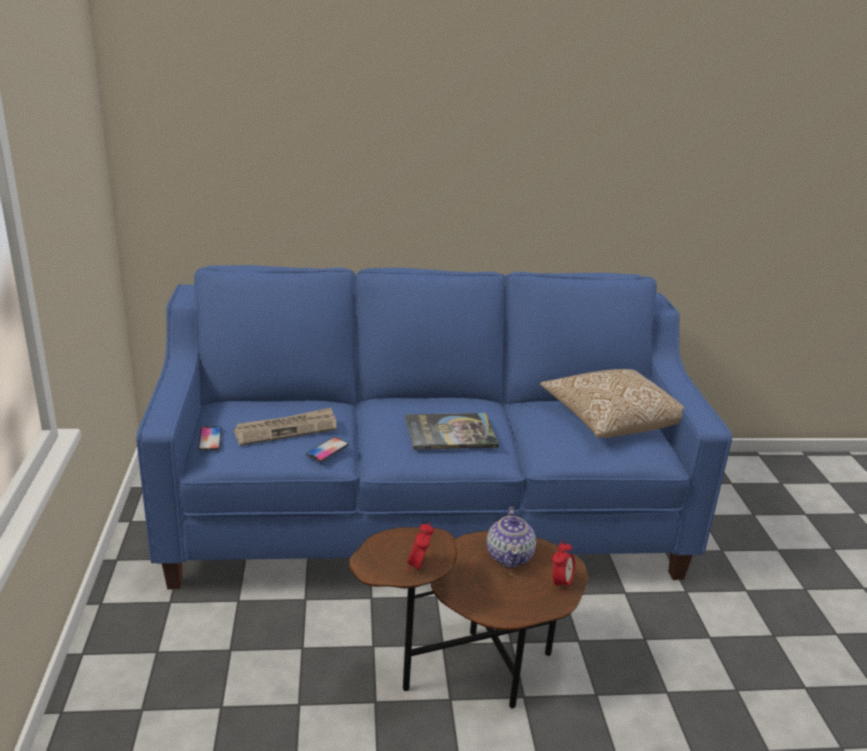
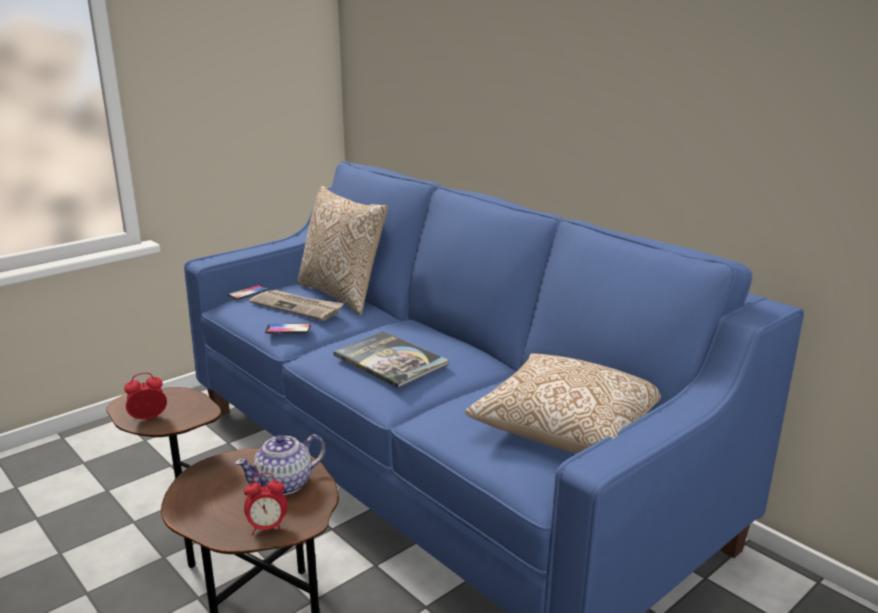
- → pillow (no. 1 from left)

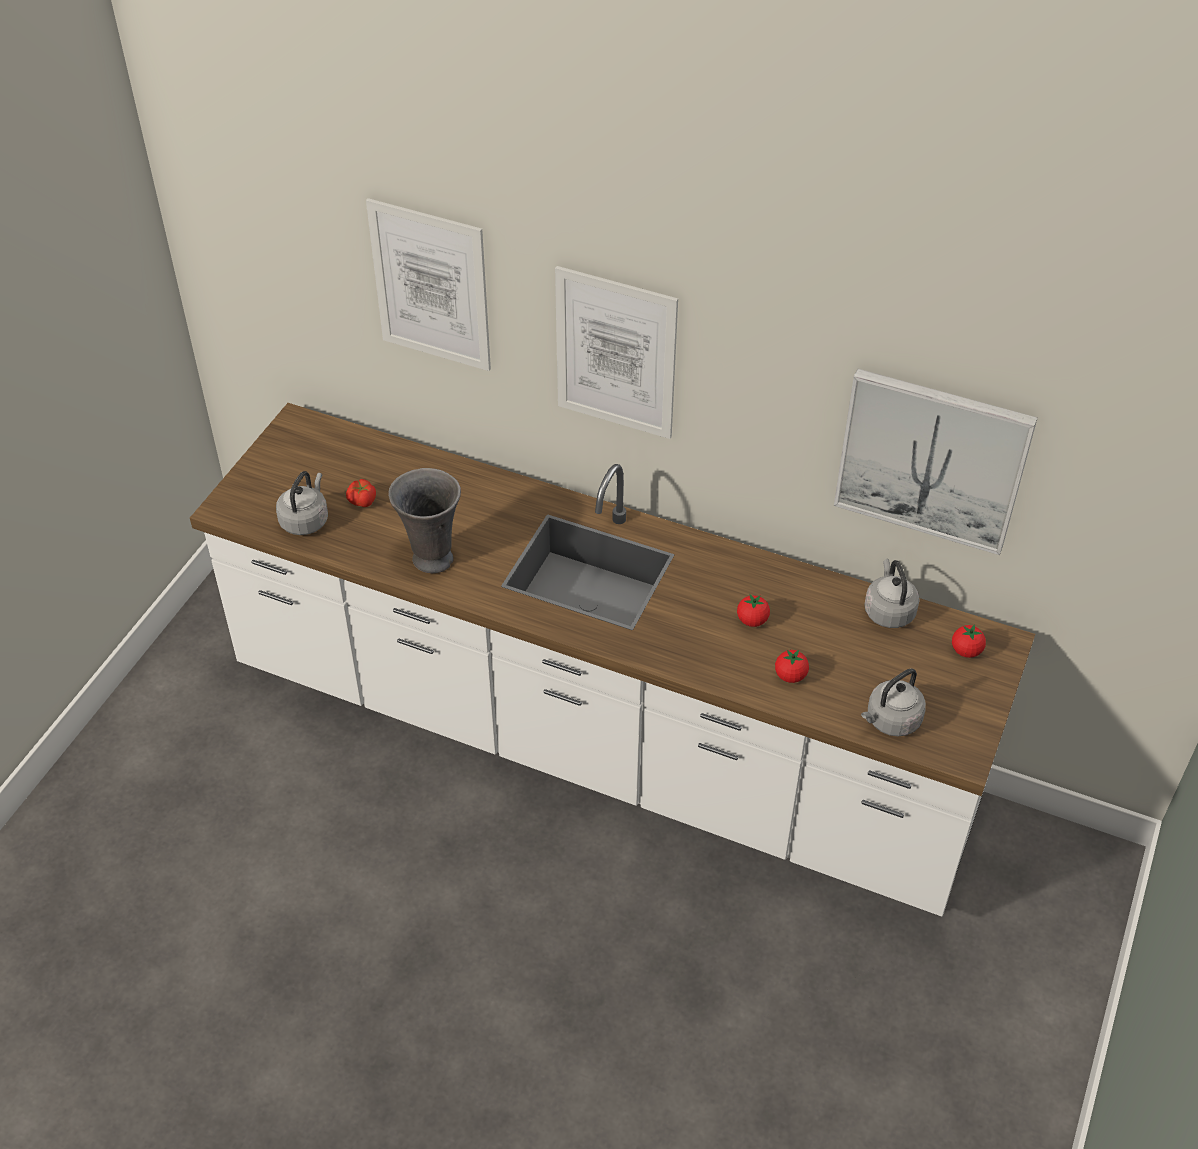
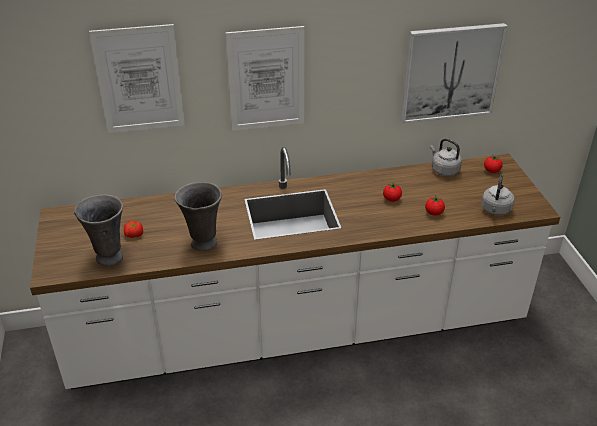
grey kettle (no. 1 from left) → grey vase (no. 1 from left)

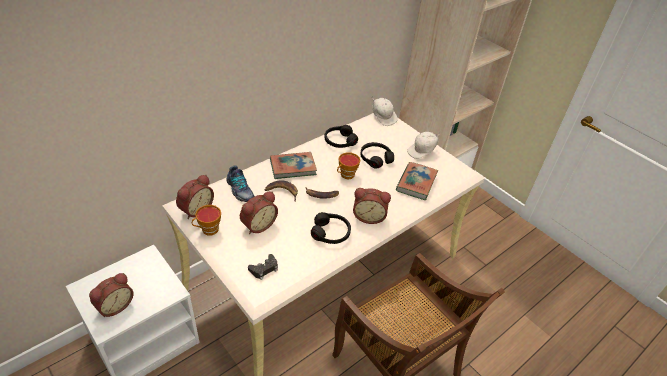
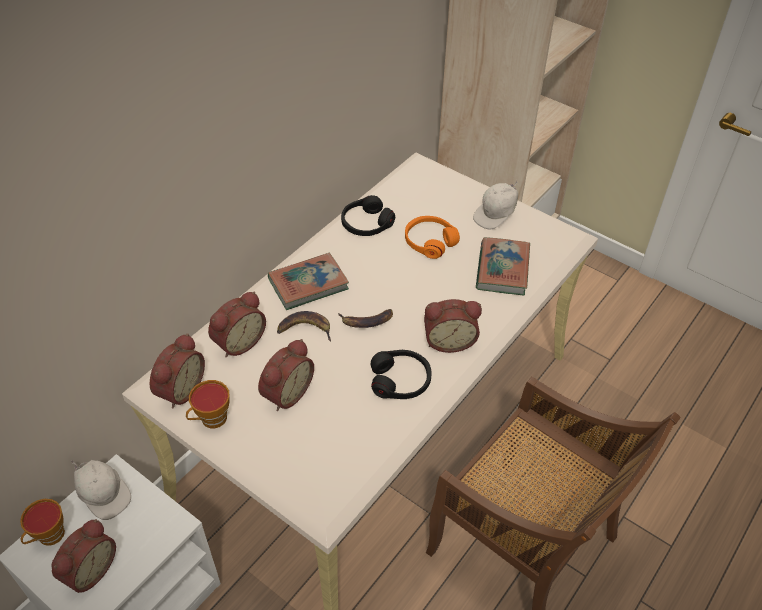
shoe → alarm clock (no. 3 from left)
black game controller → -
cup (no. 2 from left in the first image) → cup (no. 1 from left), shifted
black headphones (no. 3 from left) → orange headphones
white cap (no. 1 from left), shifted

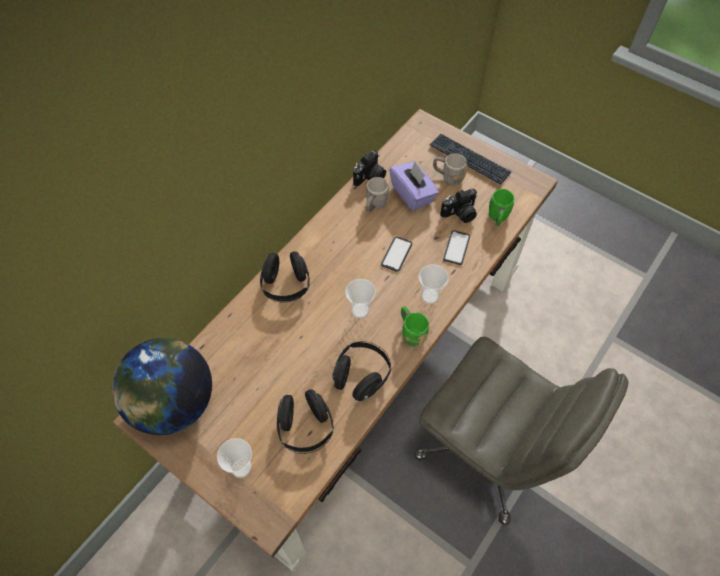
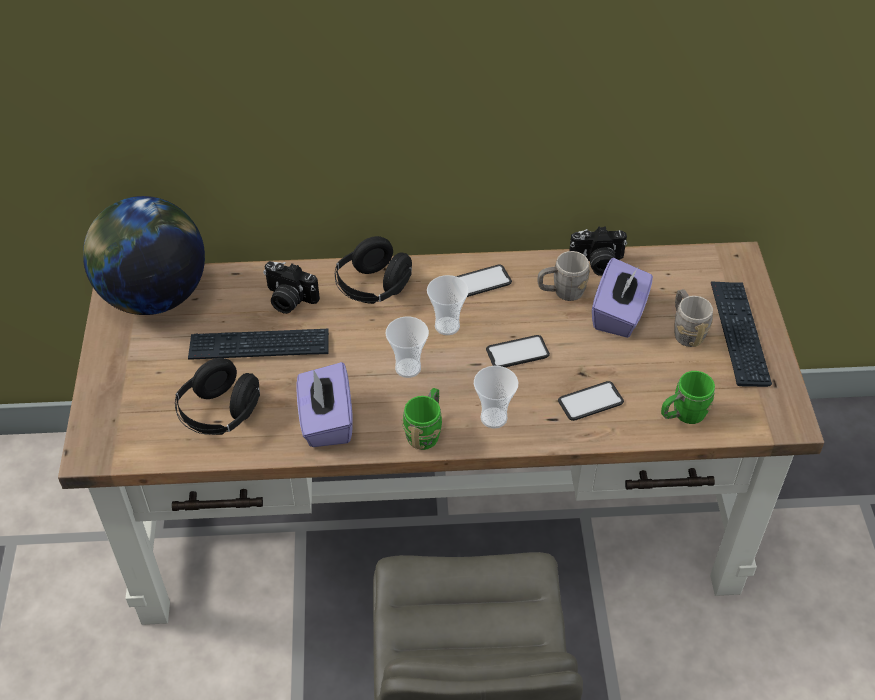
cup (no. 1 from left in the first image) → cup (no. 2 from left), shifted
black headphones (no. 3 from left) → purple tissue box (no. 1 from left)
photo camera (no. 2 from left in the first image) → photo camera (no. 1 from left), shifted
- → keyboard (no. 1 from left)
- → phone (no. 1 from left)

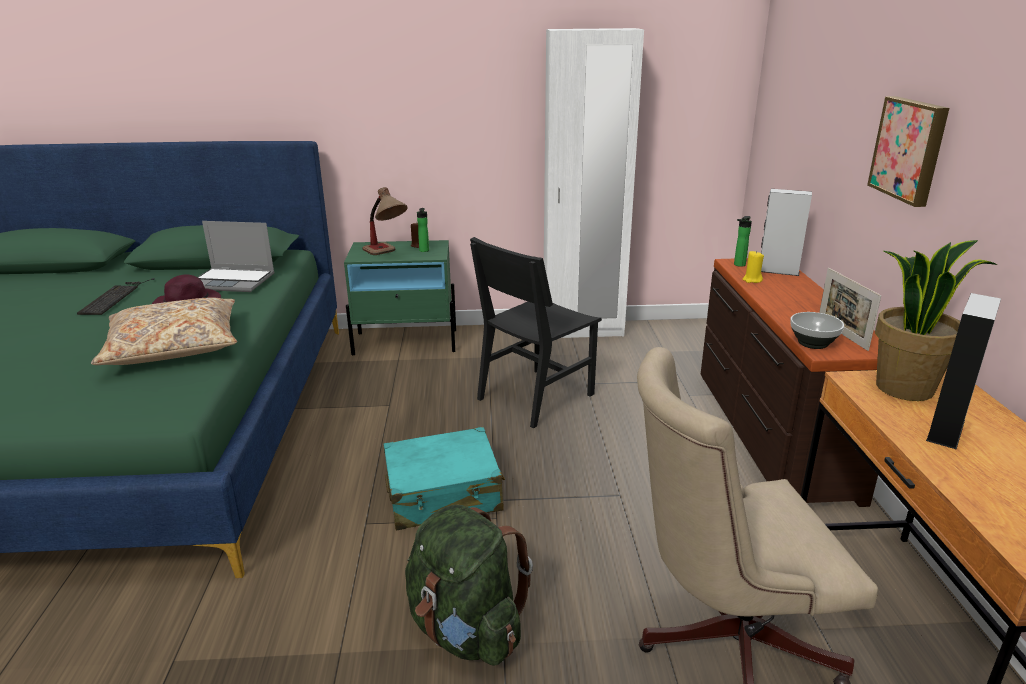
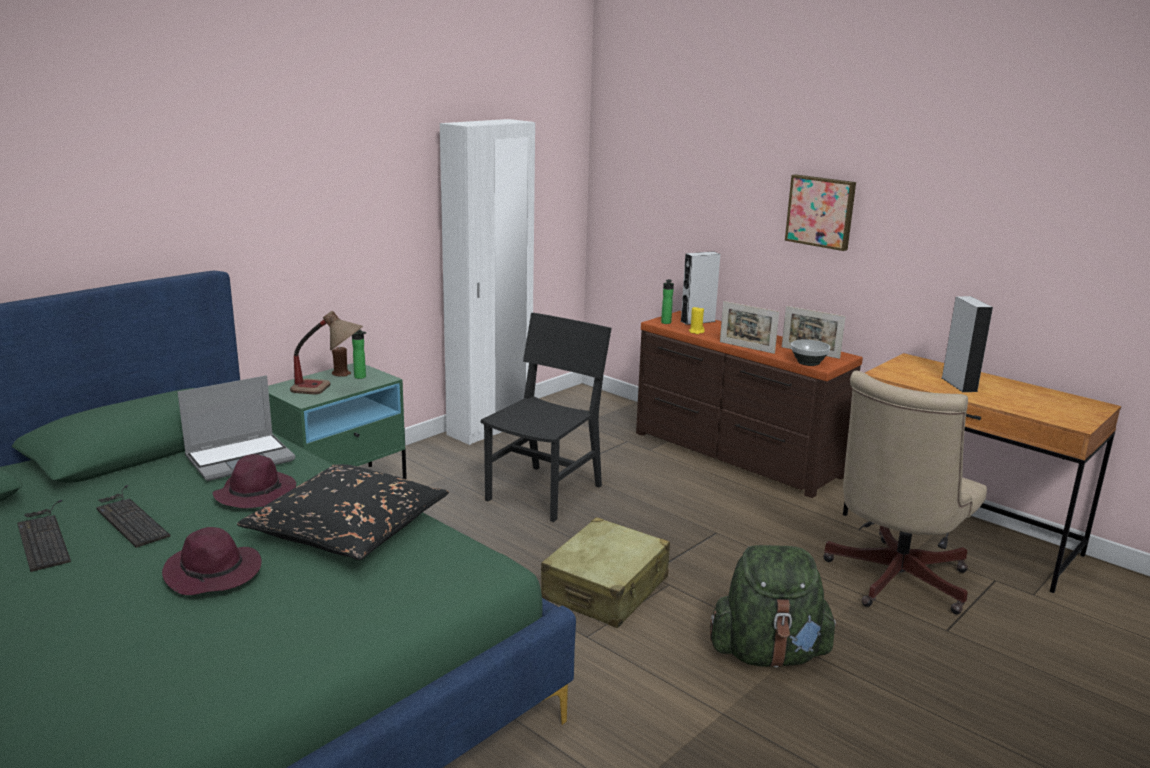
beige pillow → black pillow
turquoise suitcase → beige suitcase
black chair, 150 degrees counterclockwise
potted plant → -
- → keyboard (no. 1 from left)
- → purple hat (no. 1 from left)
- → picture frame (no. 1 from left)

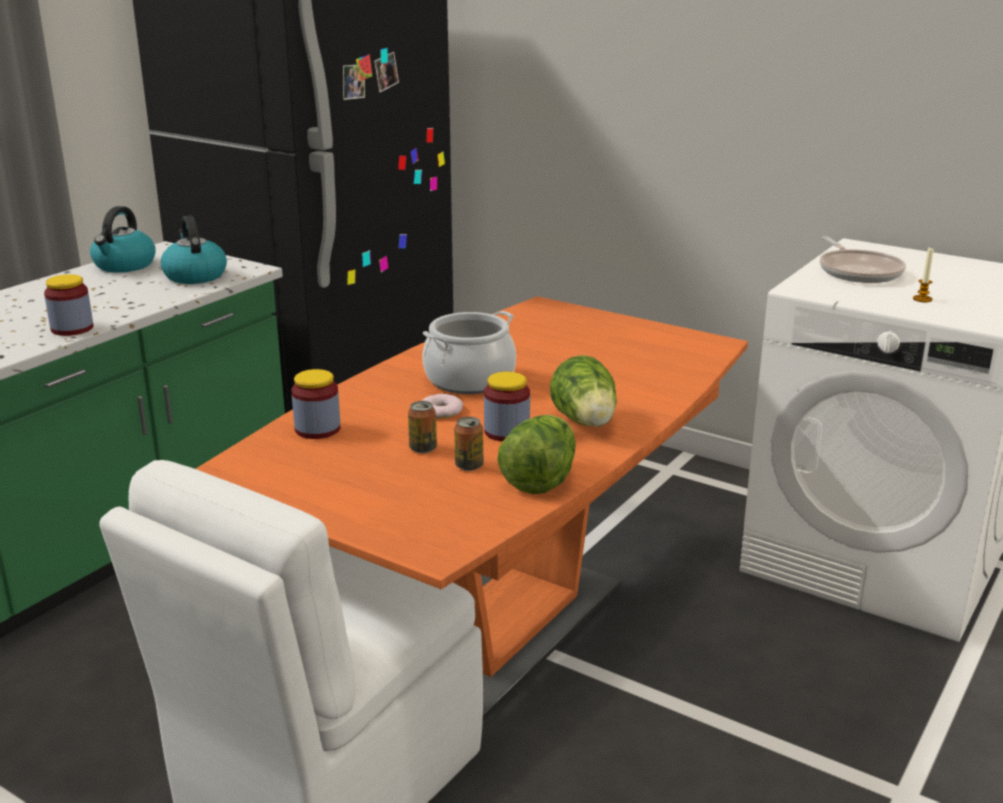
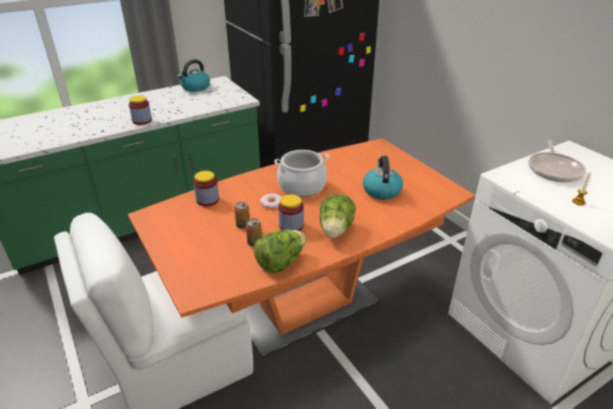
kettle (no. 2 from left), shifted

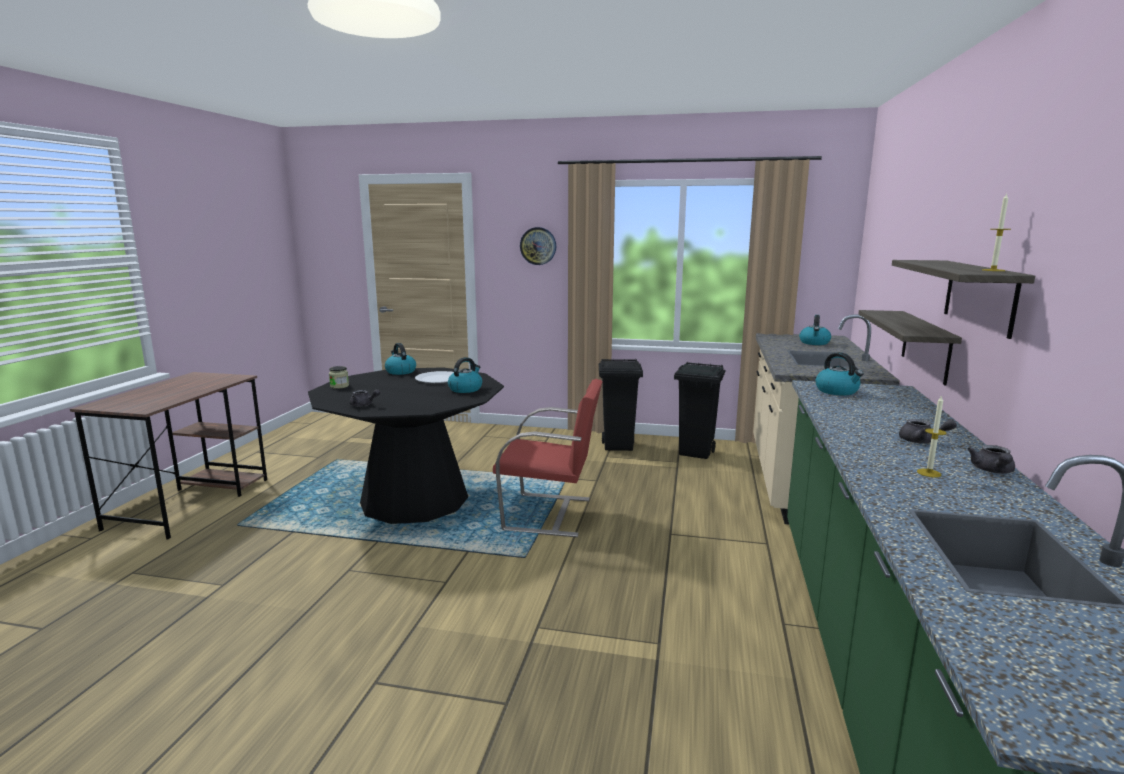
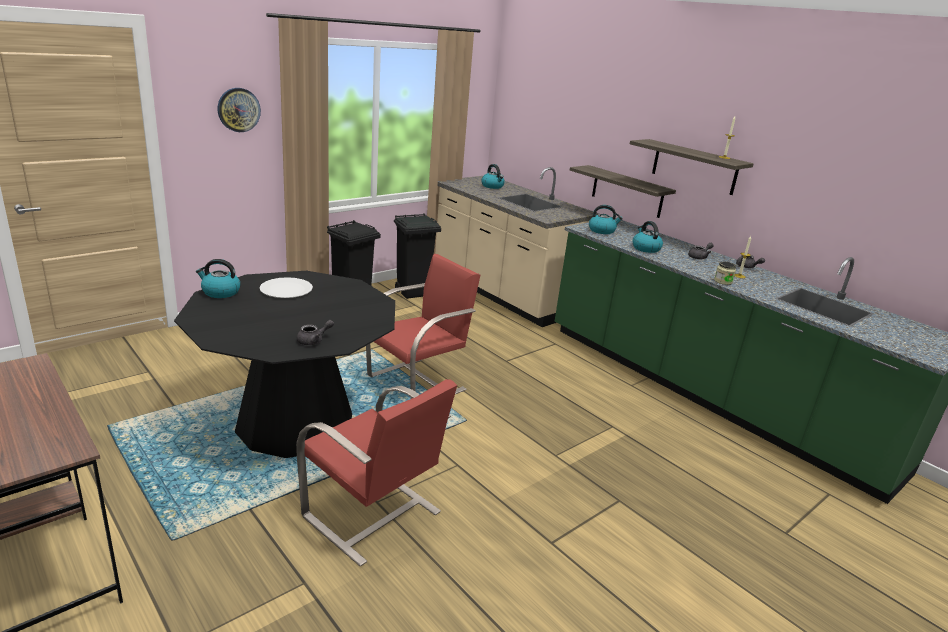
jar, shifted
kettle (no. 2 from left in the first image) → kettle (no. 4 from left), shifted
- → red chair (no. 1 from left)

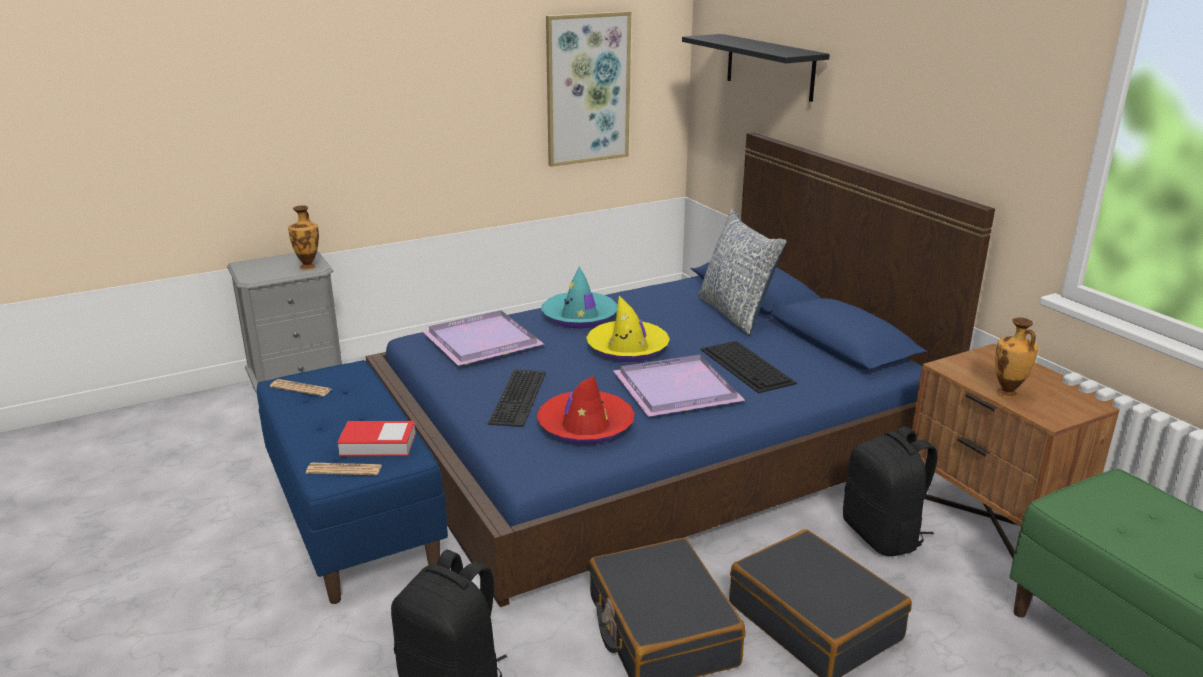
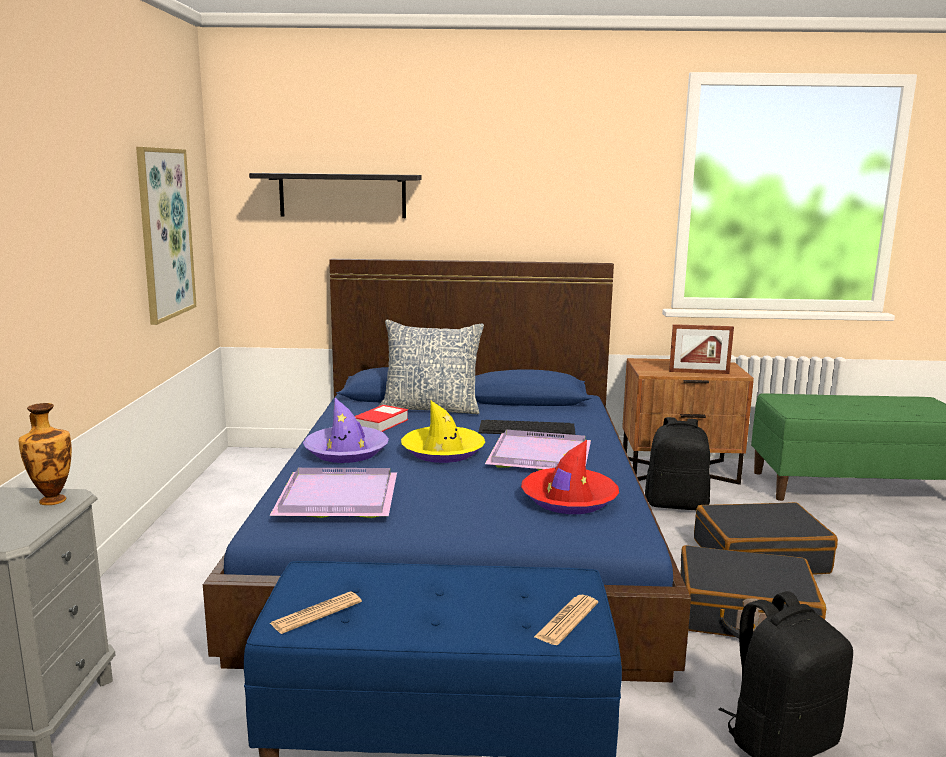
book, shifted
keyboard (no. 1 from left) → -
turquoise hat → purple hat
vase (no. 2 from left) → picture frame

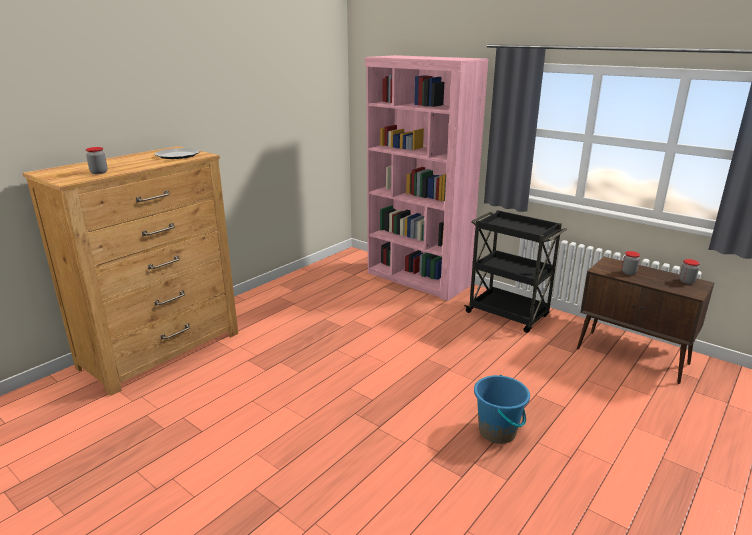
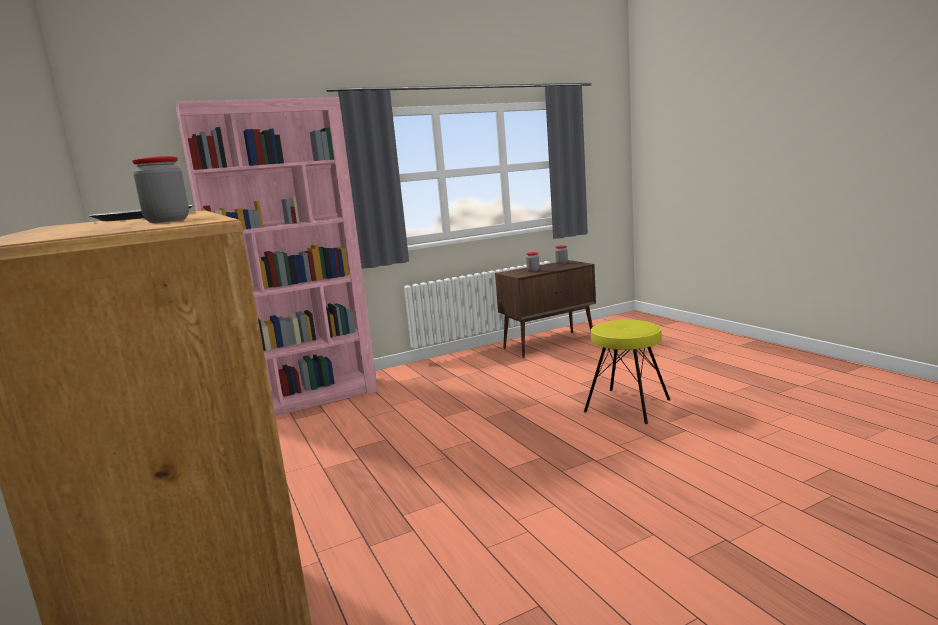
black cart → -
blue bucket → yellow stool

